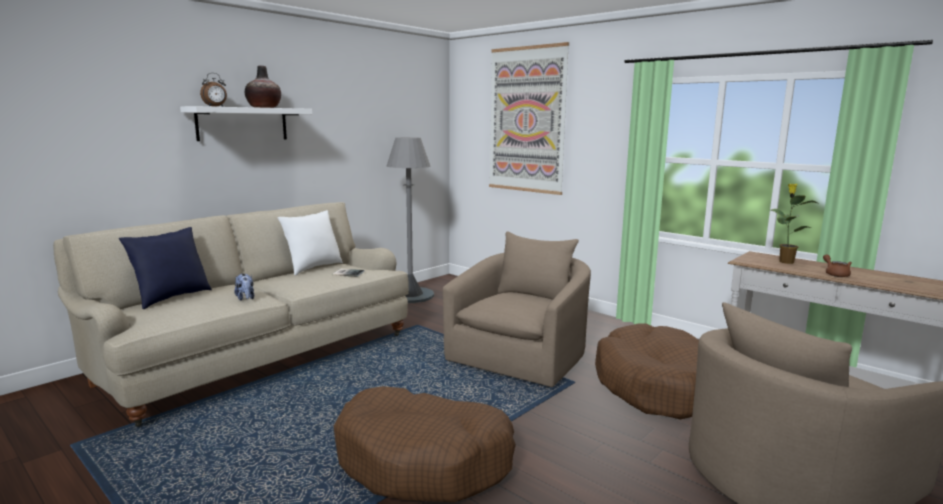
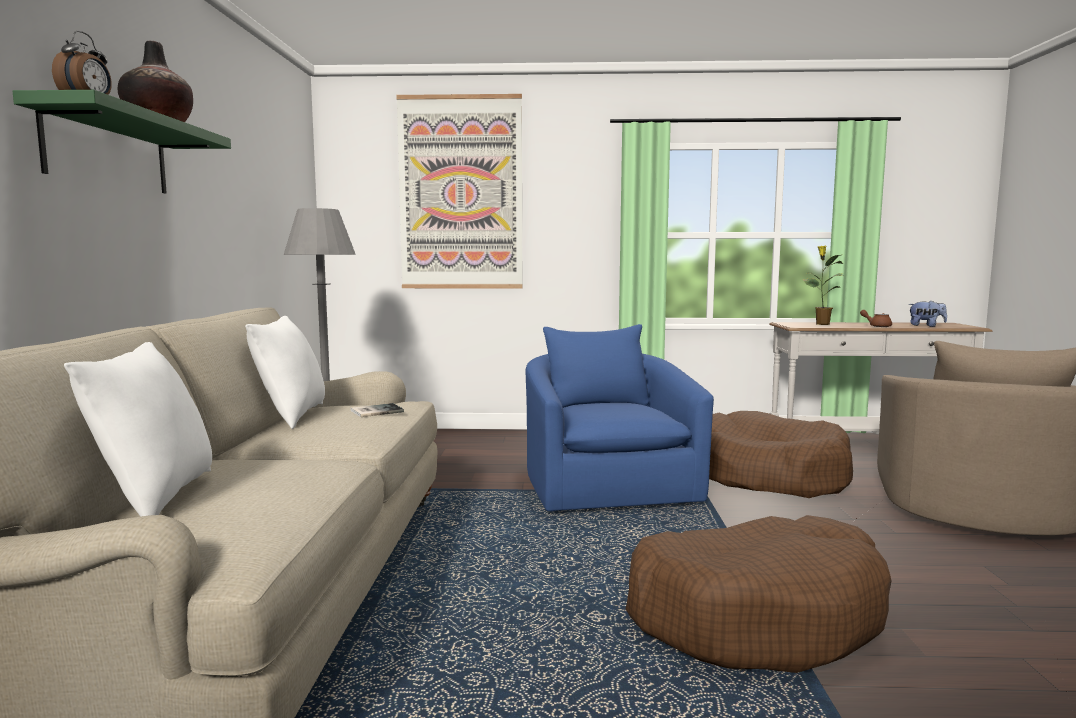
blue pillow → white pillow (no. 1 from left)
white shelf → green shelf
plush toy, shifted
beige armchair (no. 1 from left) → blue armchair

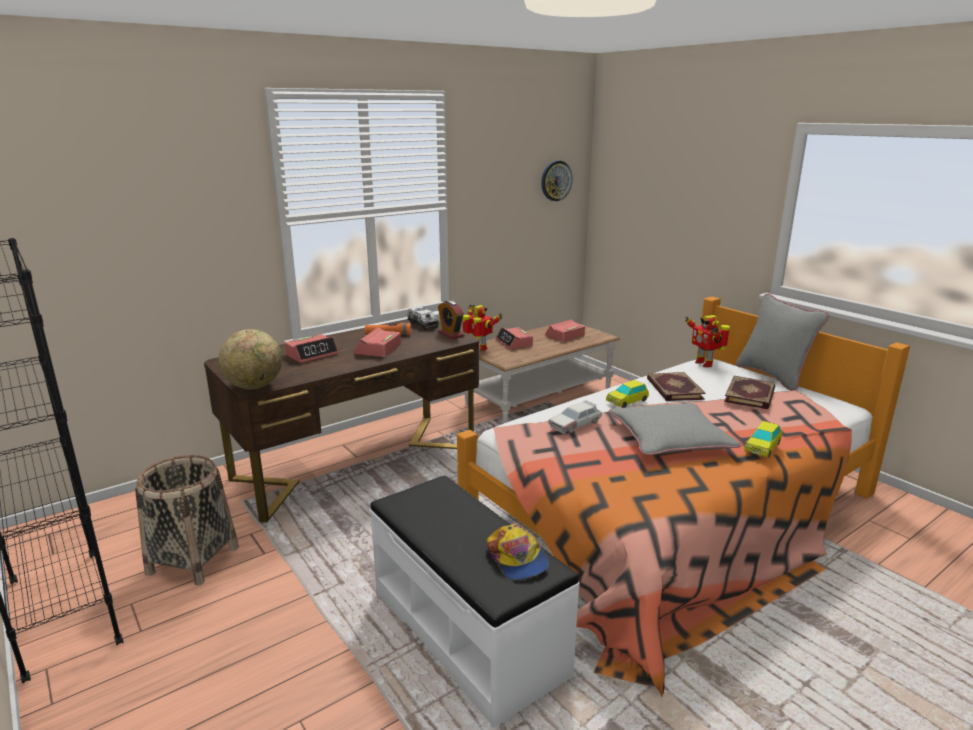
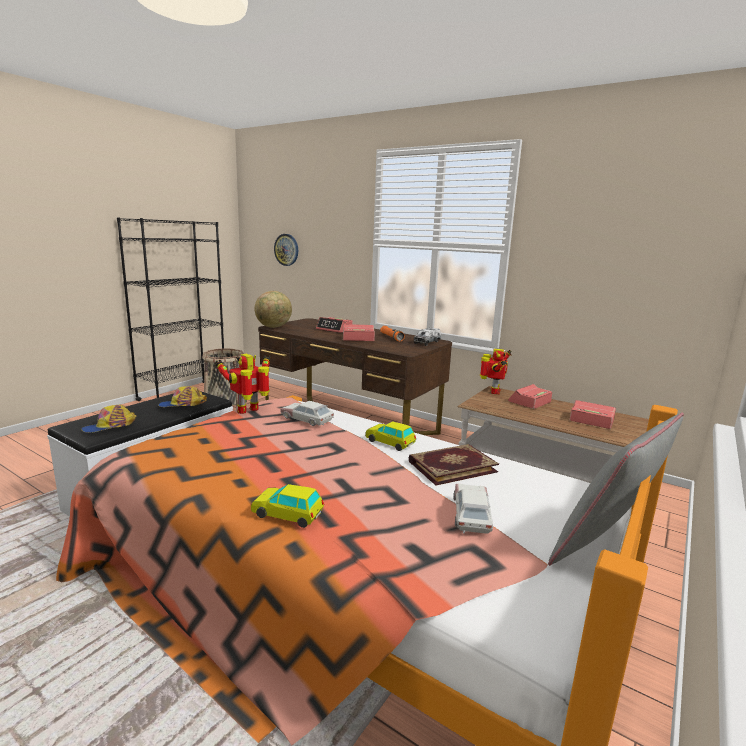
alarm clock (no. 3 from left) → -
wall clock, shifted
grey pillow (no. 1 from left) → -
toy robot (no. 2 from left in the first image) → toy robot (no. 1 from left), shifted
book (no. 2 from left) → toy car (no. 4 from left)
- → cap (no. 2 from left)

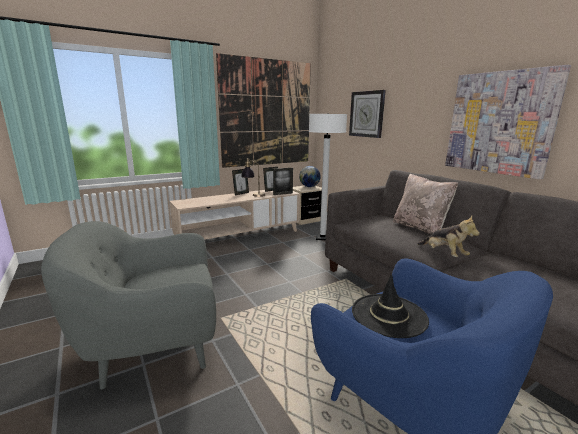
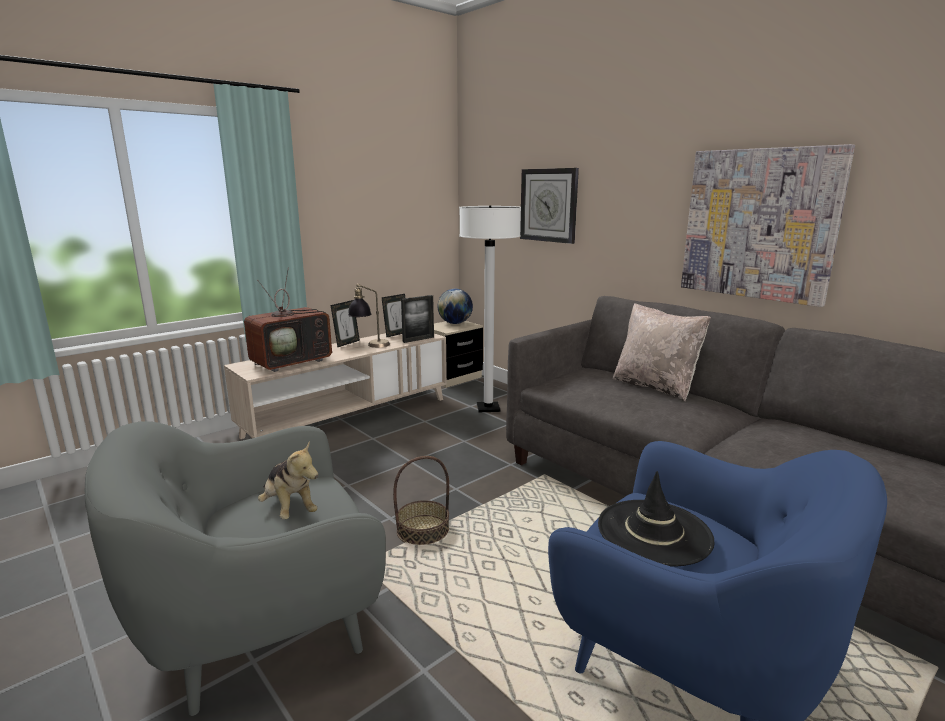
picture (no. 1 from left) → -
plush toy, shifted
- → television
- → basket

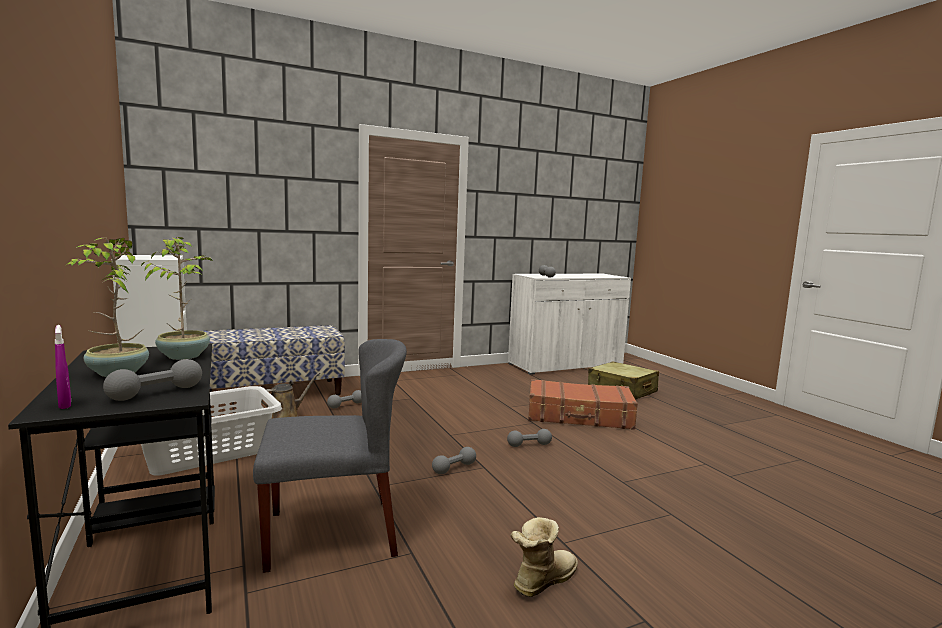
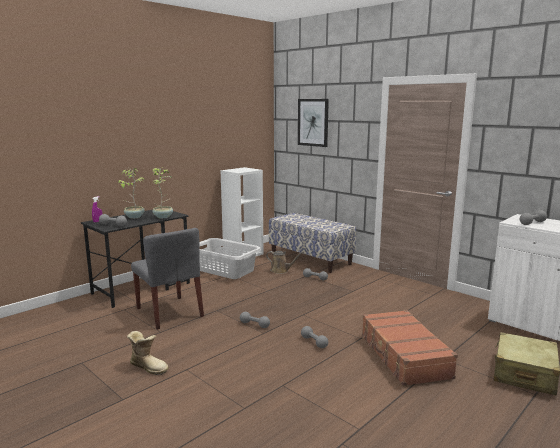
- → picture

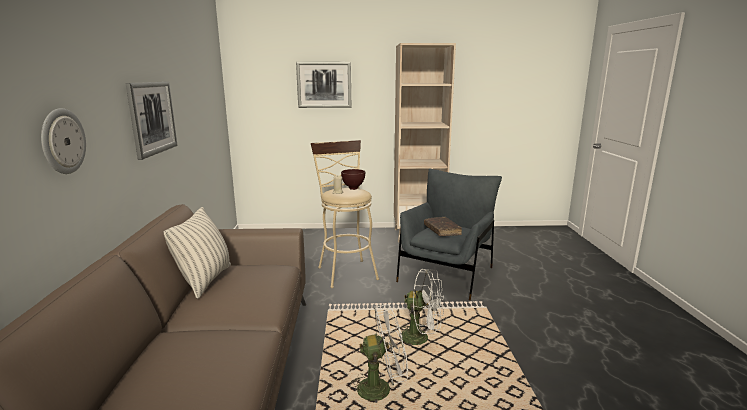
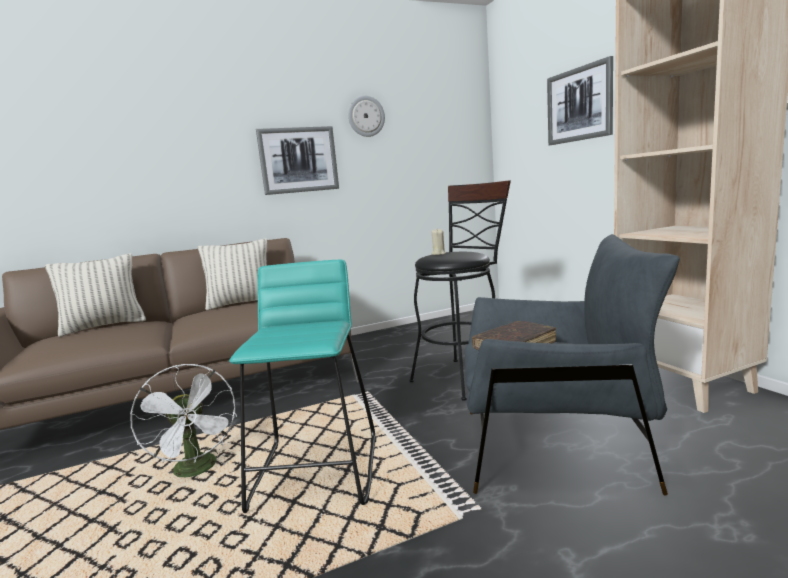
wall clock, shifted
beige stool → black stool
brown bowl → -
white fan (no. 2 from left) → turquoise stool
- → pillow (no. 1 from left)

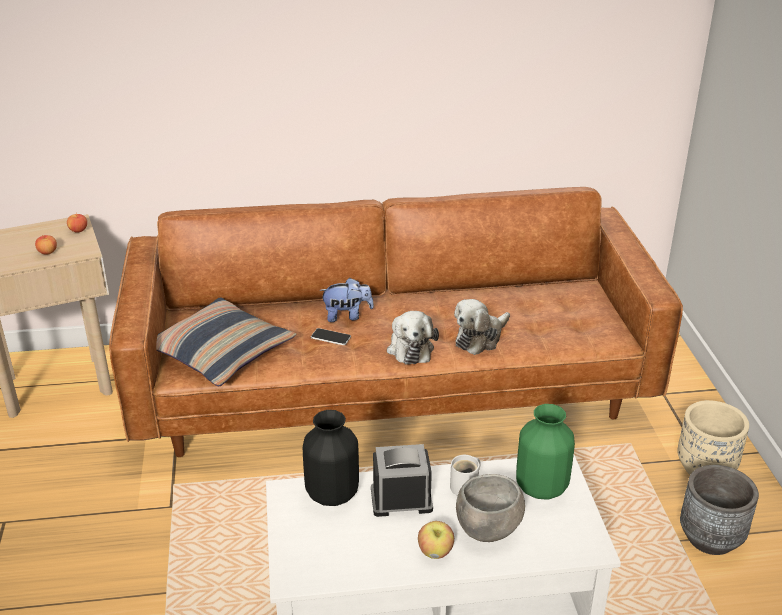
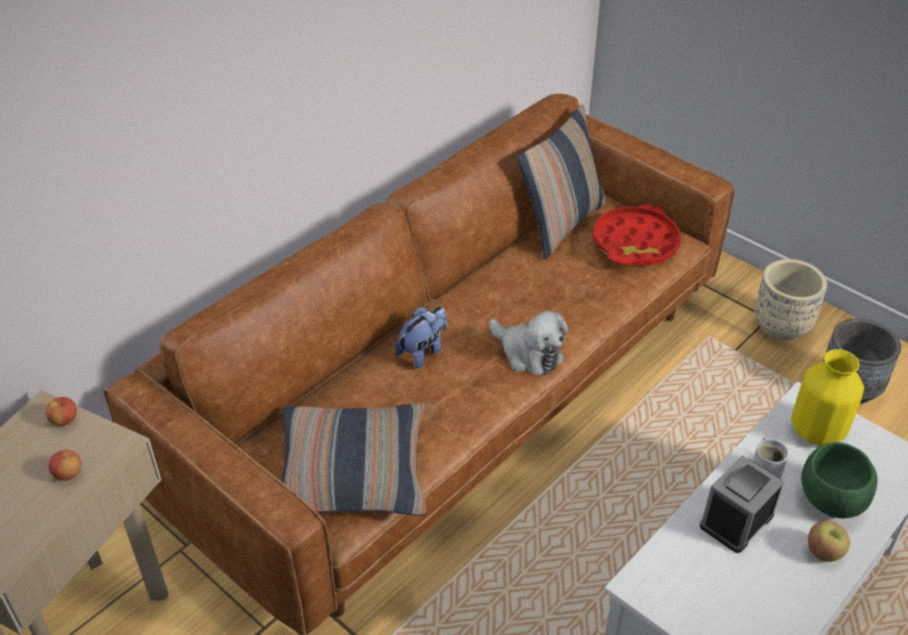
black vase → -
phone → -
plush toy (no. 3 from left) → -
grey bowl → green bowl
green vase → yellow vase
- → pillow (no. 2 from left)
- → red tray

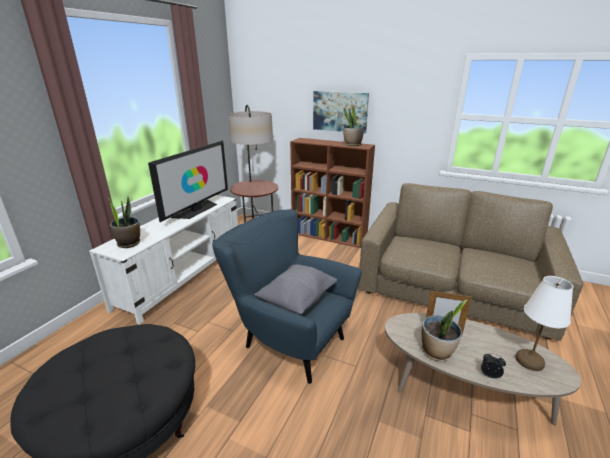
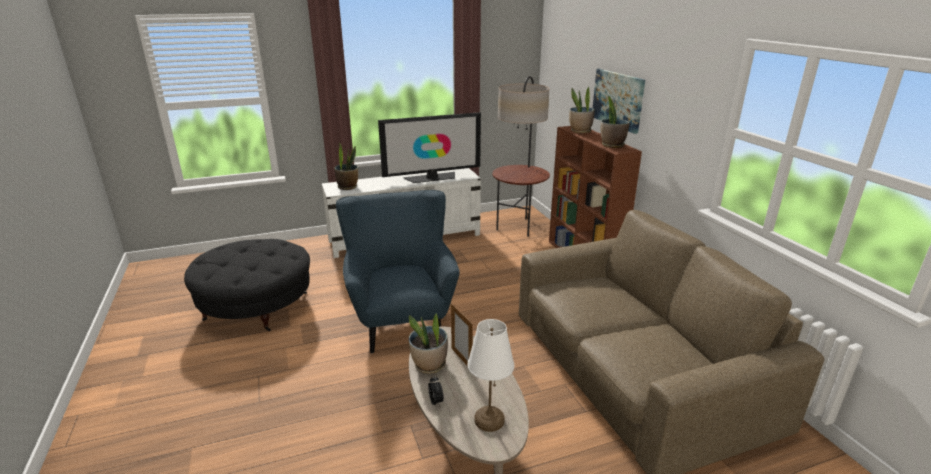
grey pillow → -
- → potted plant (no. 3 from left)

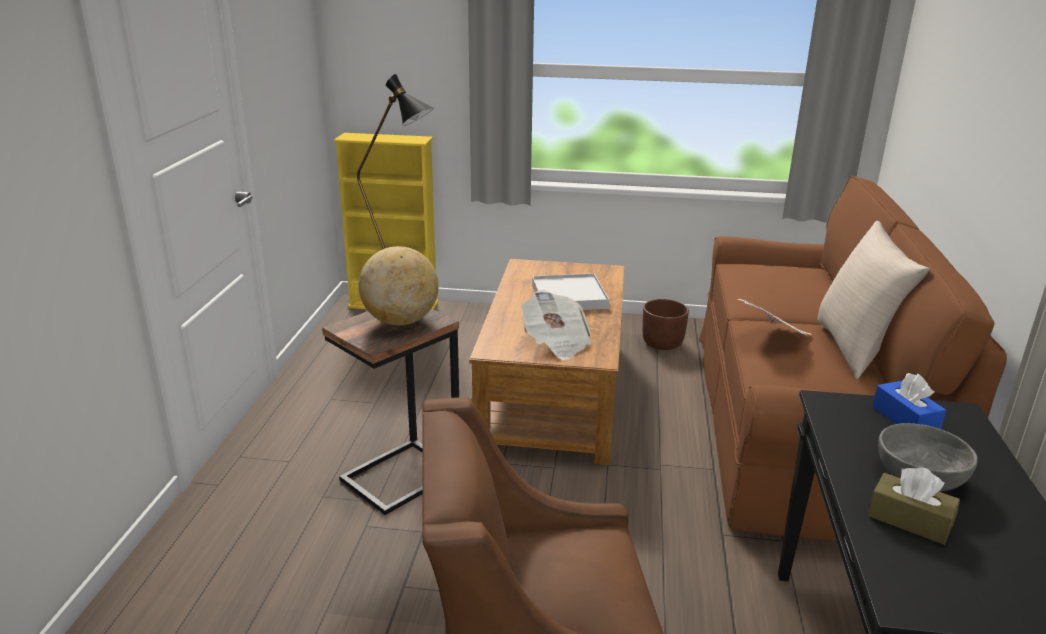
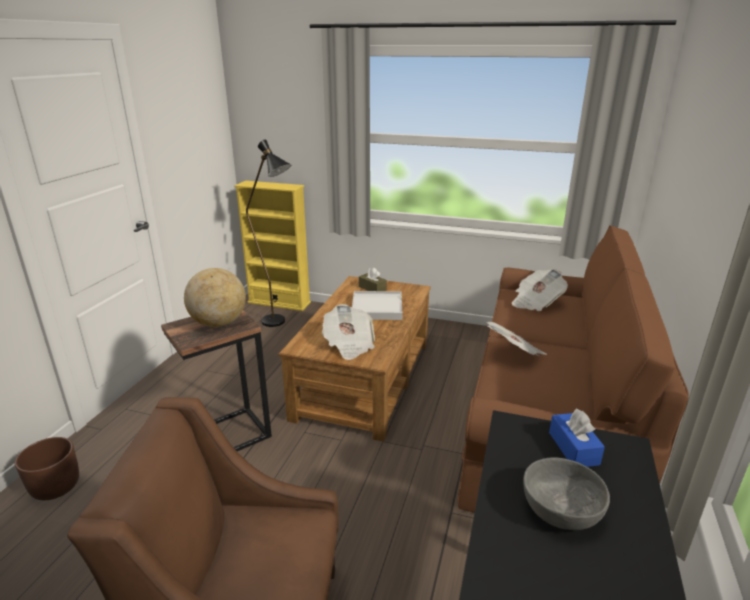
brown planter, shifted
beige pillow → -
brown tissue box, shifted
- → newspaper (no. 3 from left)

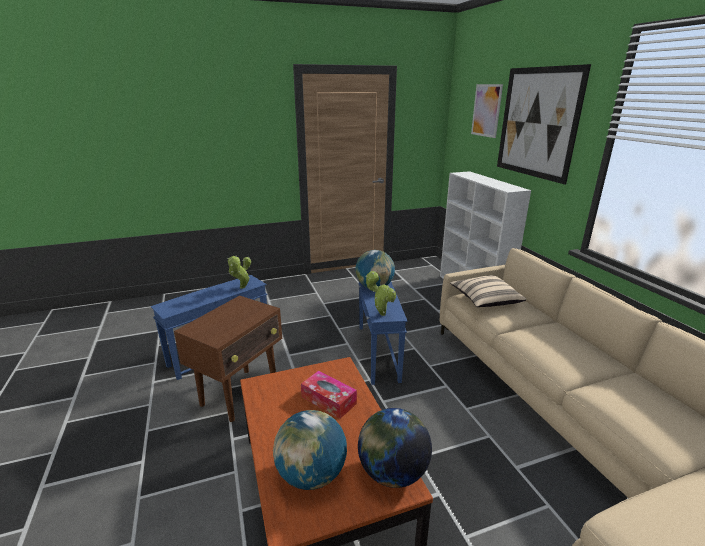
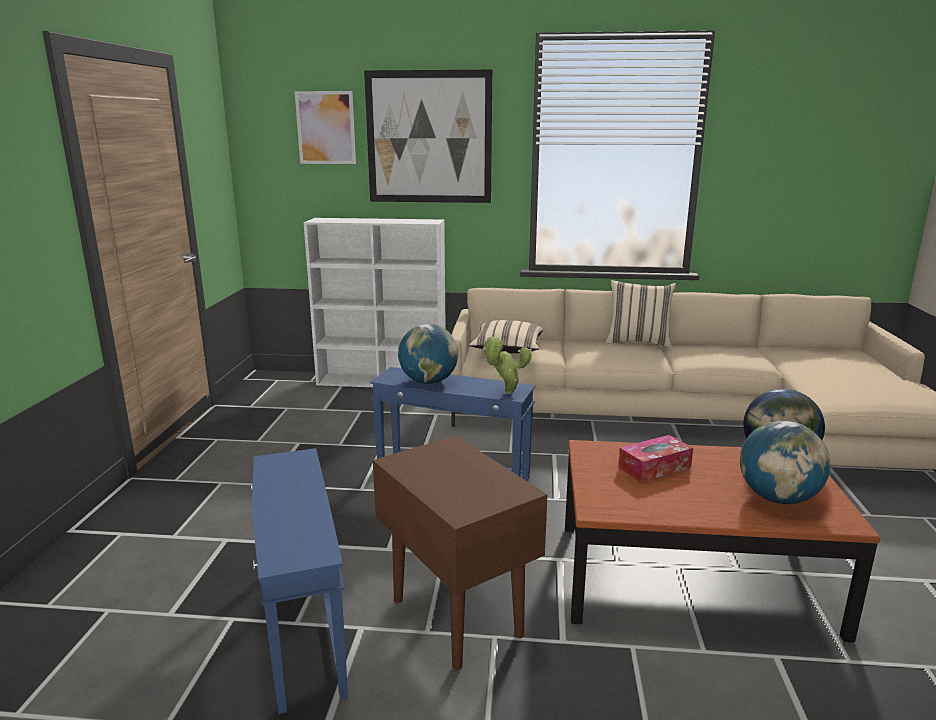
potted plant (no. 1 from left) → -
- → beige pillow (no. 2 from left)

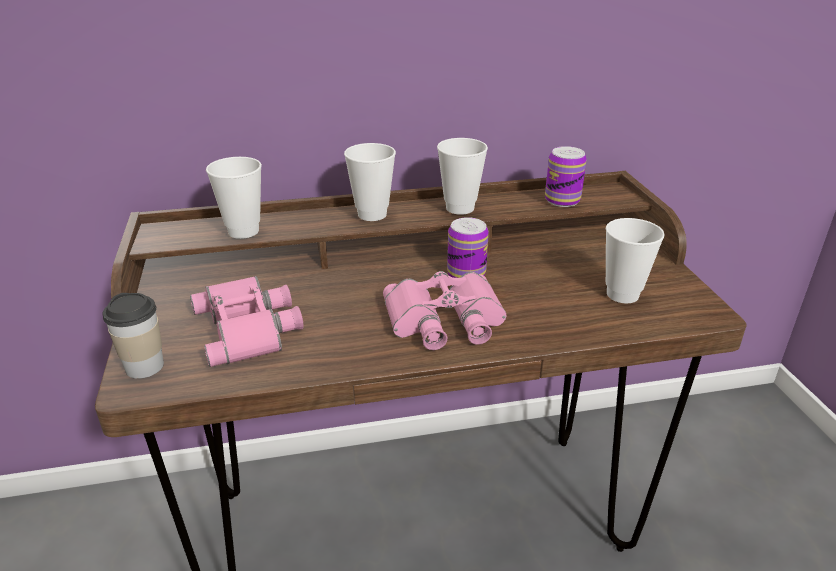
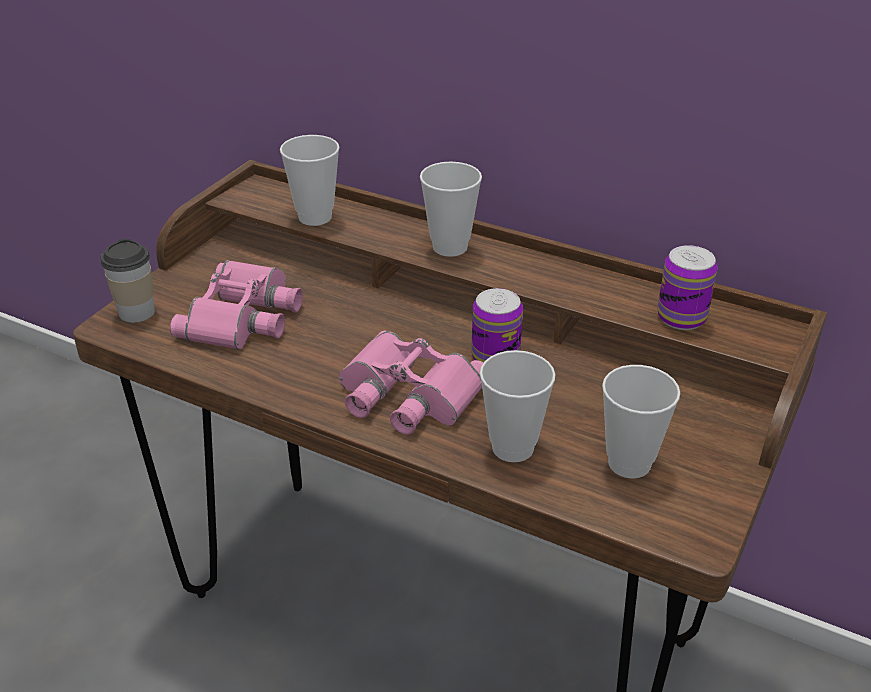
cup (no. 4 from left), shifted

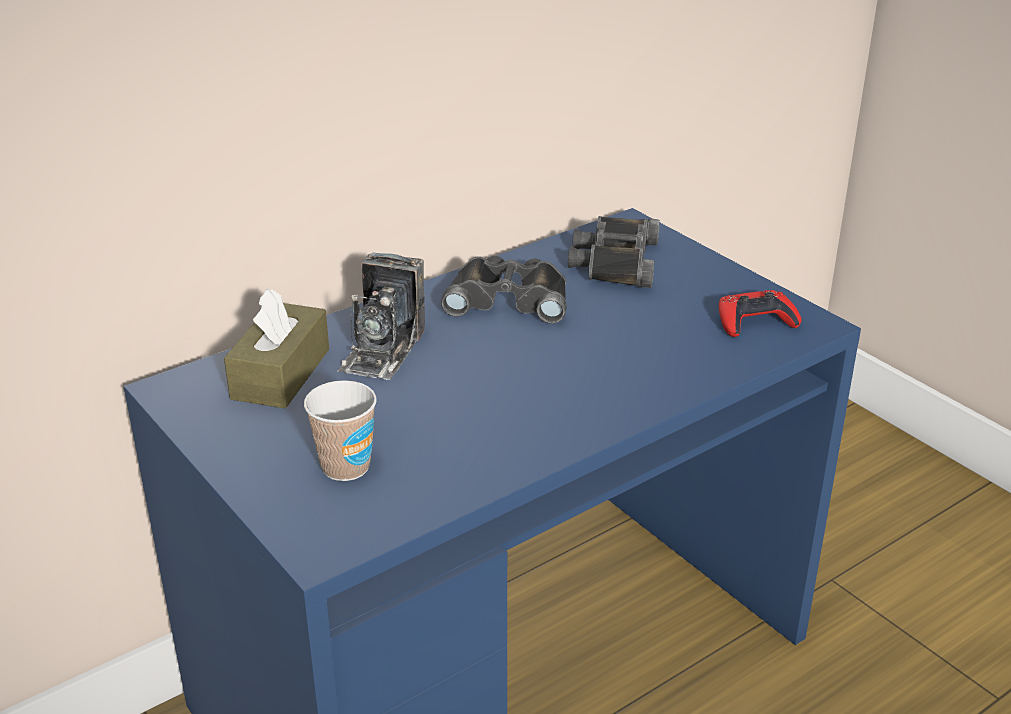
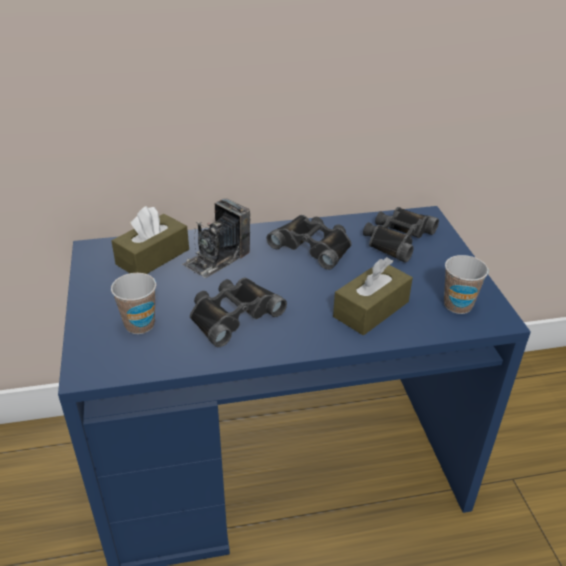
red game controller → cup (no. 2 from left)
- → black binoculars (no. 1 from left)
- → brown tissue box (no. 2 from left)

